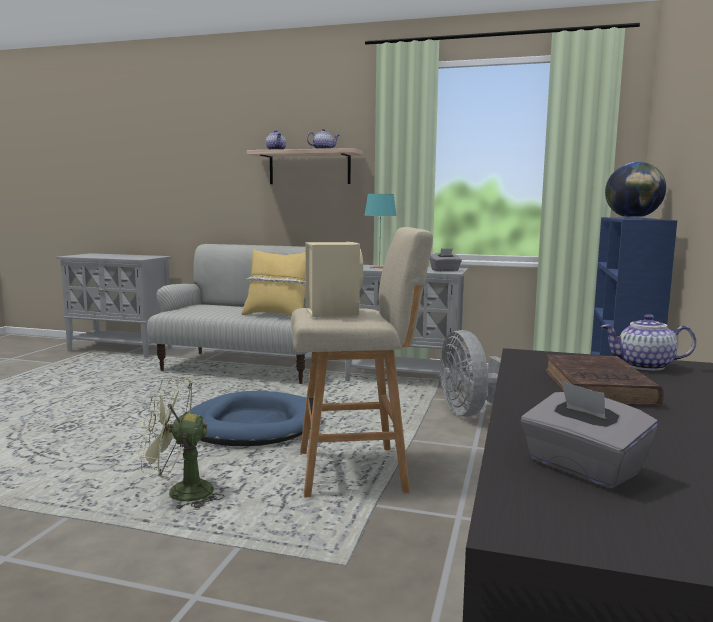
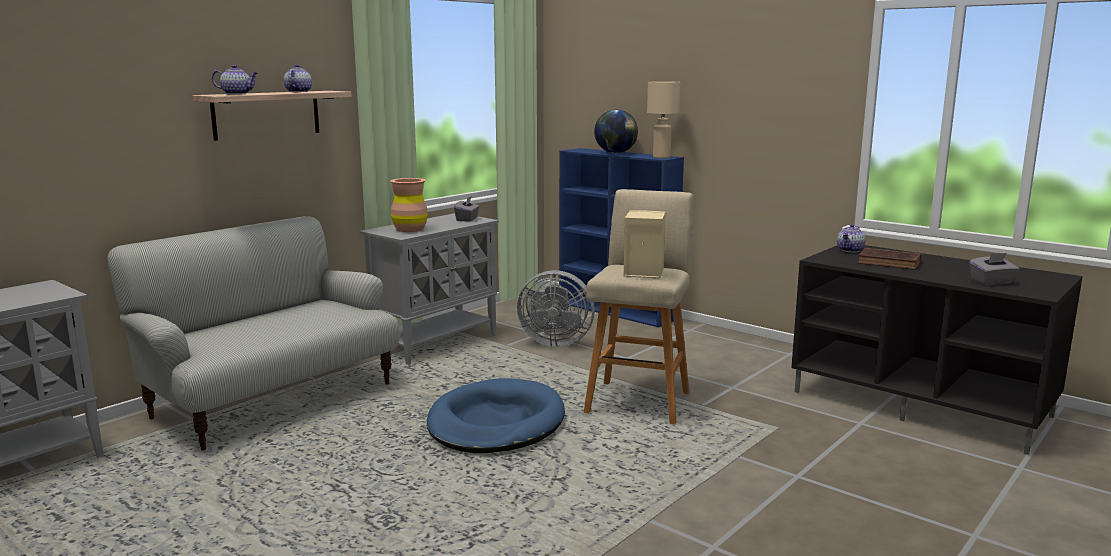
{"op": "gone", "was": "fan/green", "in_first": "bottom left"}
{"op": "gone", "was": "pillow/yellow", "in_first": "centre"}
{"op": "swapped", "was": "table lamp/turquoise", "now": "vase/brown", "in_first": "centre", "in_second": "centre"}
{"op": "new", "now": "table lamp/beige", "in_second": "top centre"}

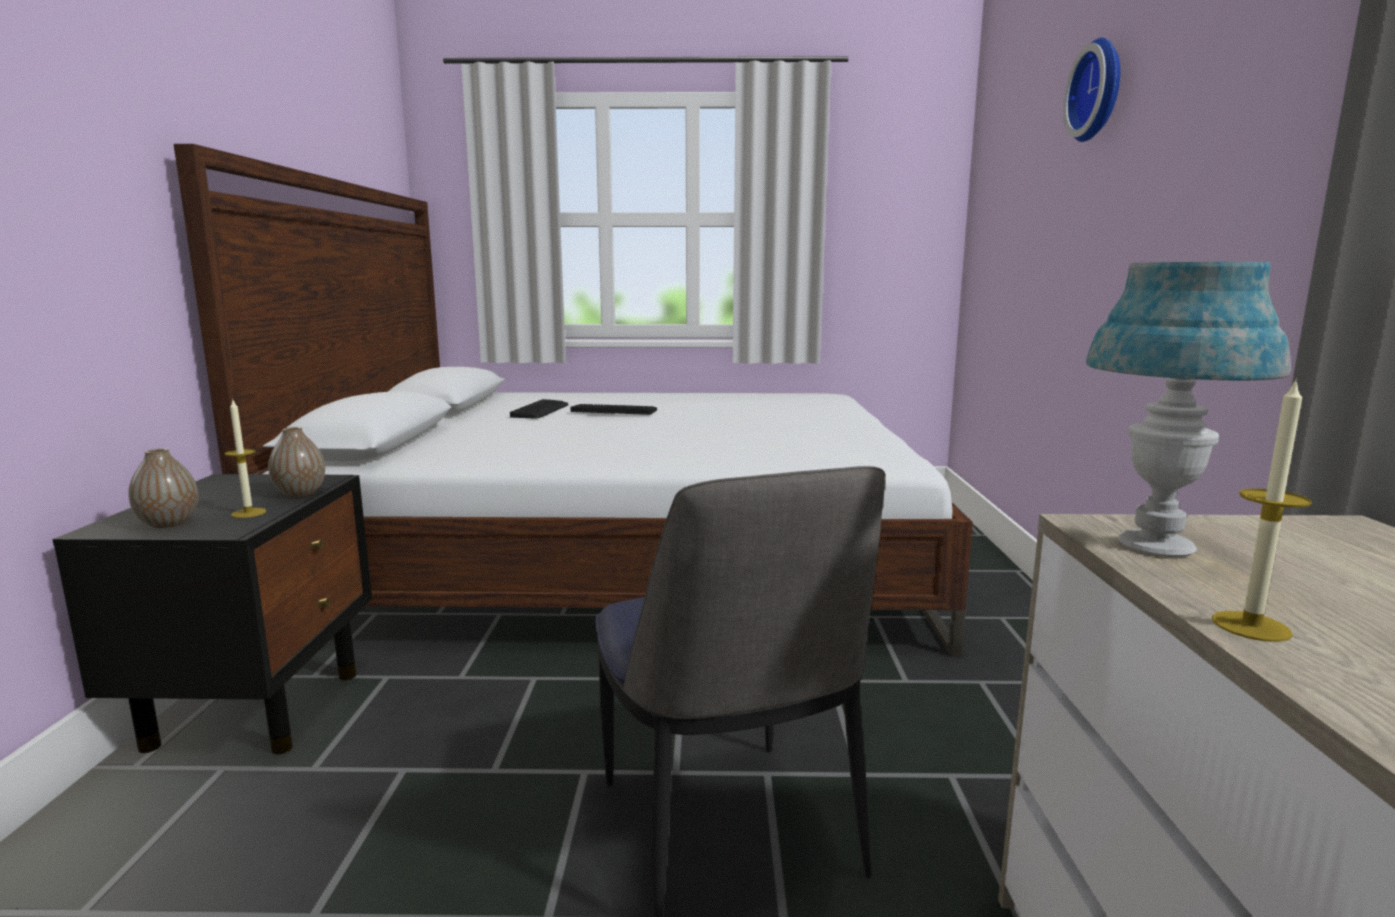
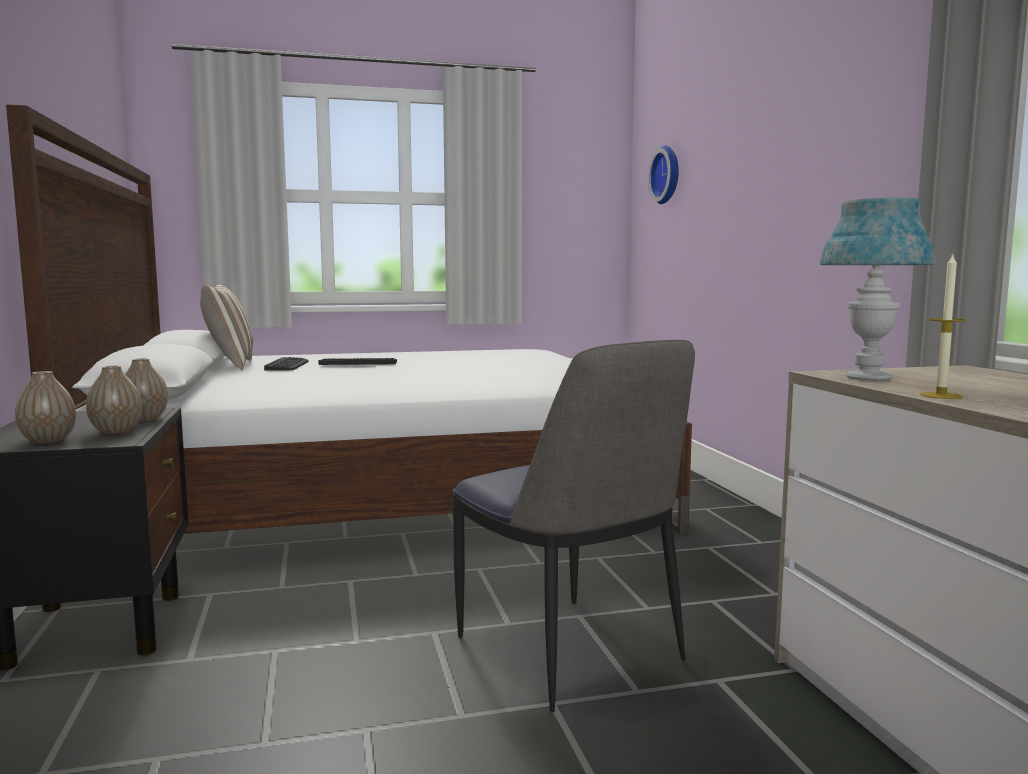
{"op": "swapped", "was": "candle (no. 1 from left)", "now": "vase (no. 2 from left)", "in_first": "middle left", "in_second": "middle left"}
{"op": "shifted", "was": "wall clock", "in_first": "top right", "in_second": "top centre"}
{"op": "new", "now": "pillow", "in_second": "middle left"}

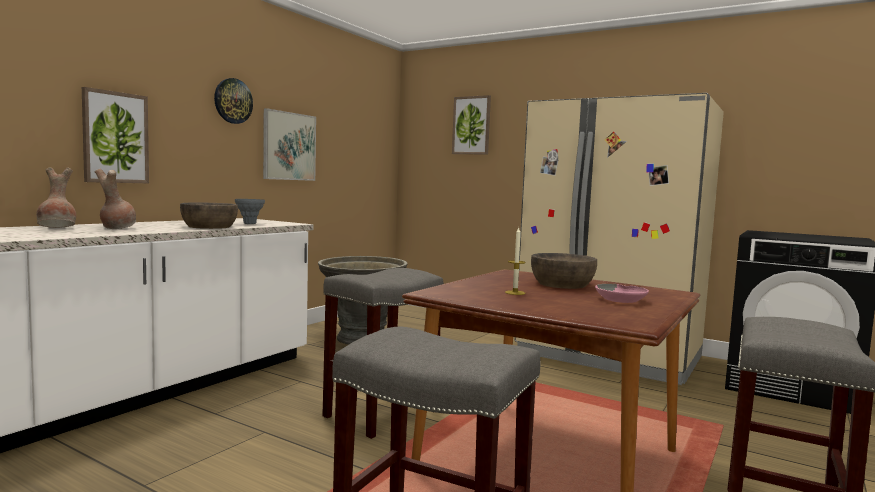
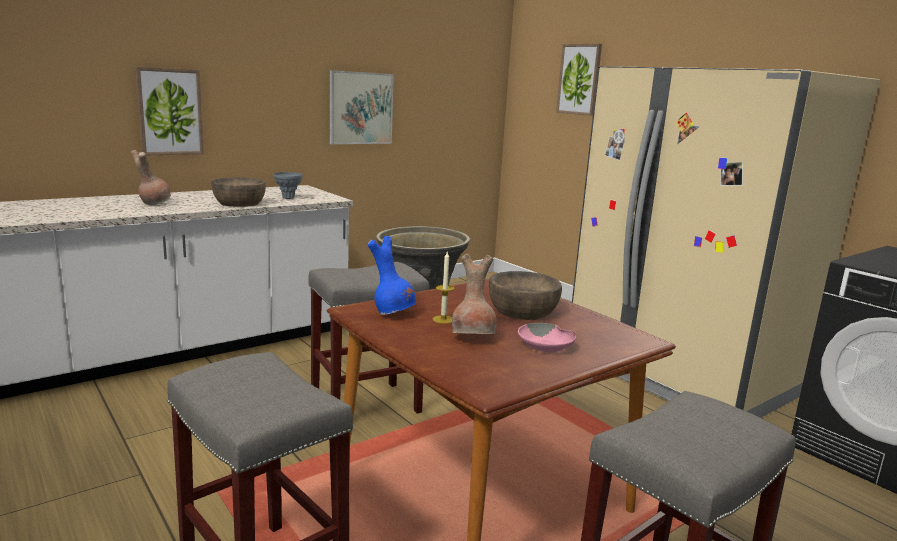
{"op": "shifted", "was": "vase/brown (no. 1 from left in the first image)", "now": "vase/brown (no. 2 from left)", "in_first": "middle left", "in_second": "centre"}
{"op": "gone", "was": "wall clock", "in_first": "top left"}
{"op": "new", "now": "vase/blue", "in_second": "centre"}

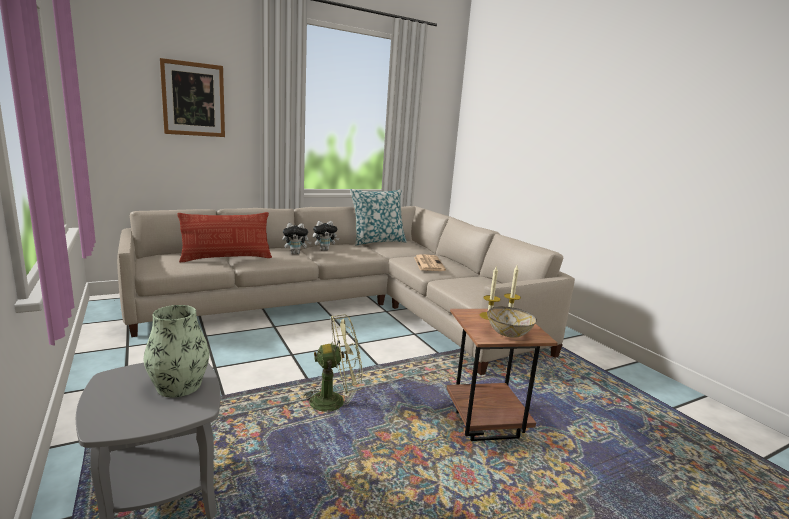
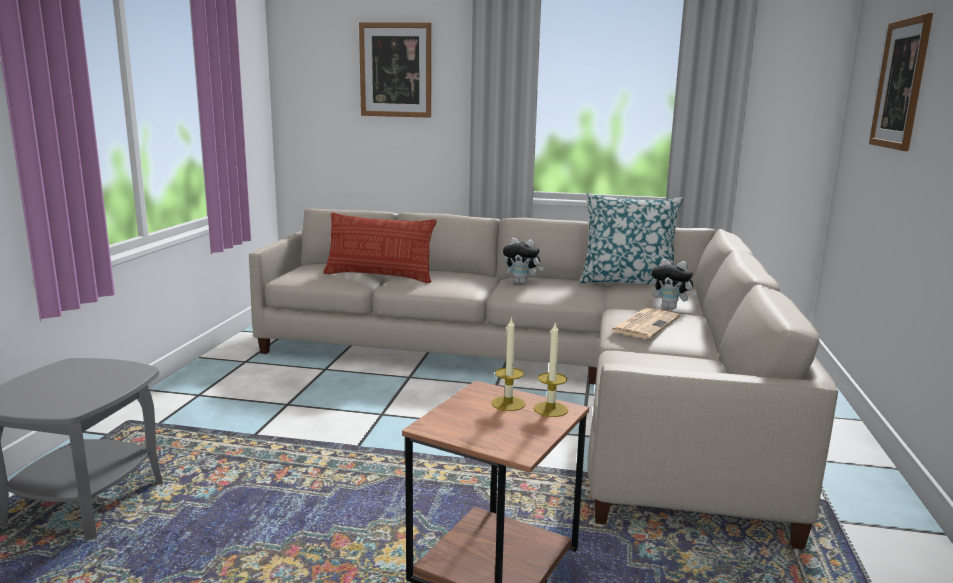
{"op": "gone", "was": "vase", "in_first": "bottom left"}
{"op": "shifted", "was": "plush toy (no. 1 from left in the first image)", "now": "plush toy (no. 2 from left)", "in_first": "centre", "in_second": "middle right"}
{"op": "gone", "was": "fan/green", "in_first": "bottom centre"}
{"op": "gone", "was": "bowl", "in_first": "centre"}
{"op": "new", "now": "picture (no. 2 from left)", "in_second": "top right"}

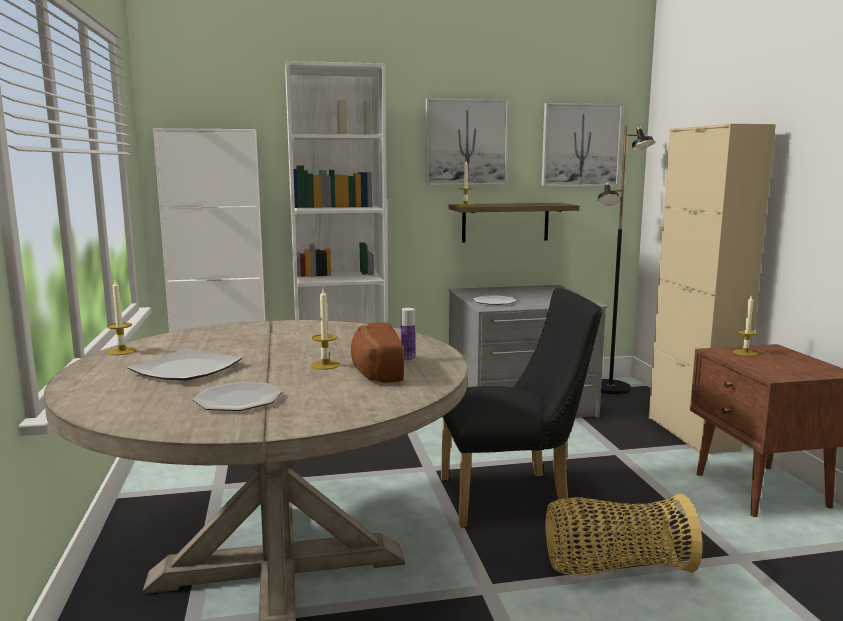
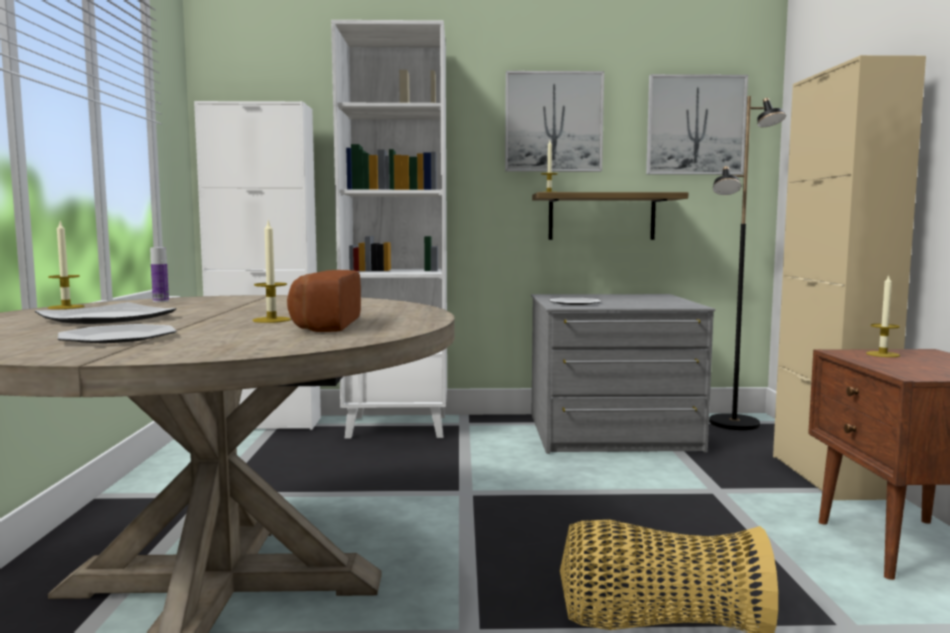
{"op": "shifted", "was": "bottle", "in_first": "centre", "in_second": "middle left"}
{"op": "gone", "was": "chair/black", "in_first": "centre"}

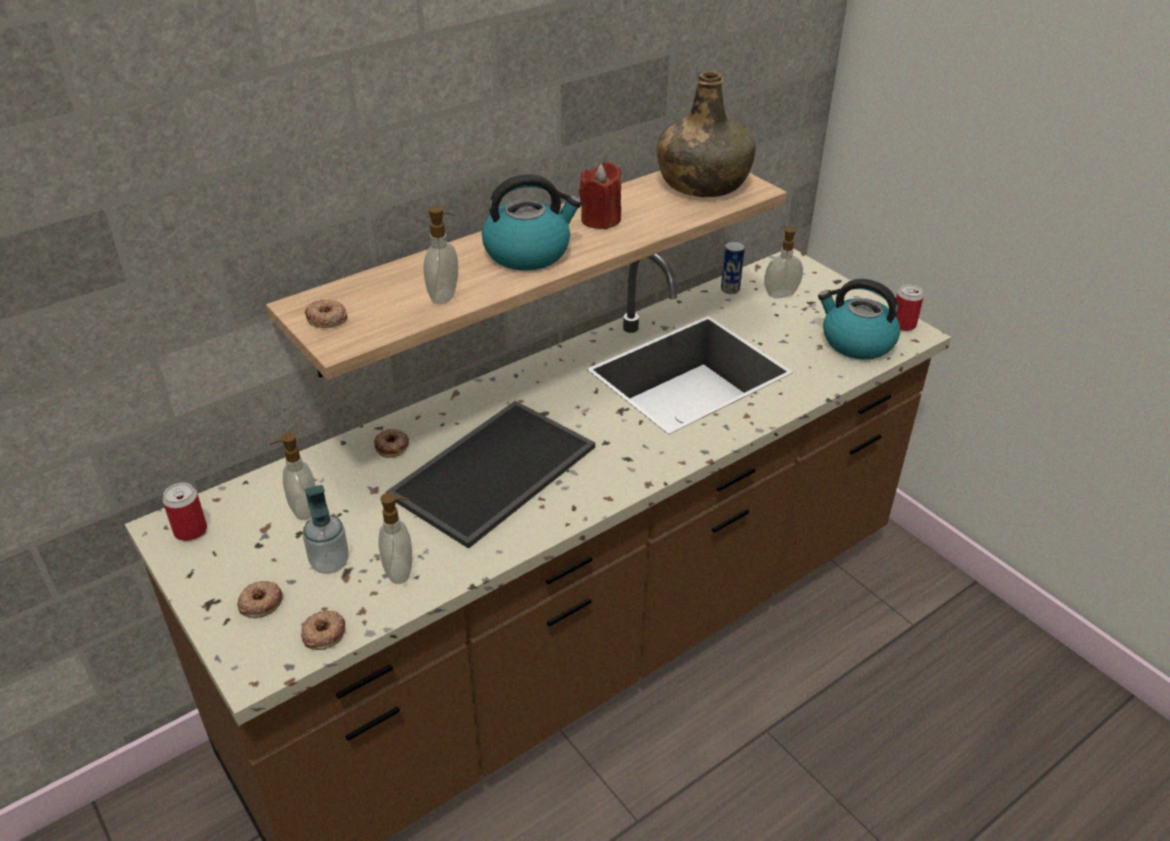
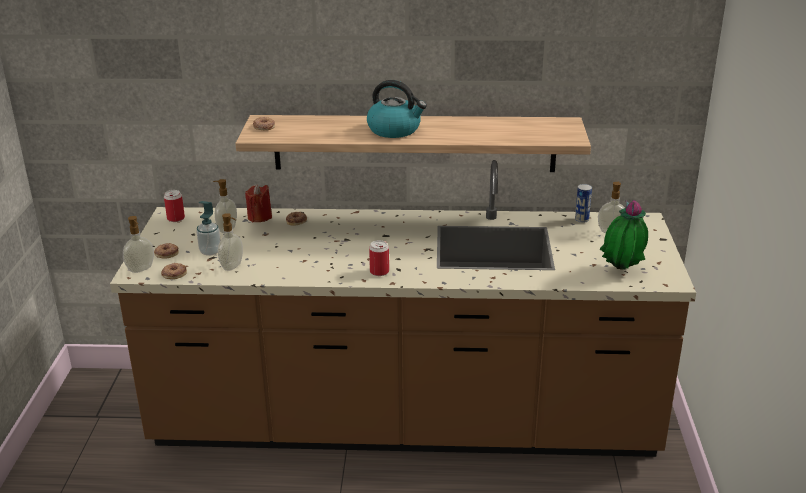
{"op": "gone", "was": "tray", "in_first": "centre"}
{"op": "shifted", "was": "soap dispenser (no. 4 from left in the first image)", "now": "soap dispenser (no. 1 from left)", "in_first": "top centre", "in_second": "middle left"}
{"op": "shifted", "was": "candle/red", "in_first": "top centre", "in_second": "middle left"}
{"op": "gone", "was": "bottle/green", "in_first": "top centre"}
{"op": "swapped", "was": "kettle (no. 2 from left)", "now": "potted plant", "in_first": "middle right", "in_second": "middle right"}
{"op": "shifted", "was": "can (no. 3 from left in the first image)", "now": "can (no. 2 from left)", "in_first": "middle right", "in_second": "centre"}

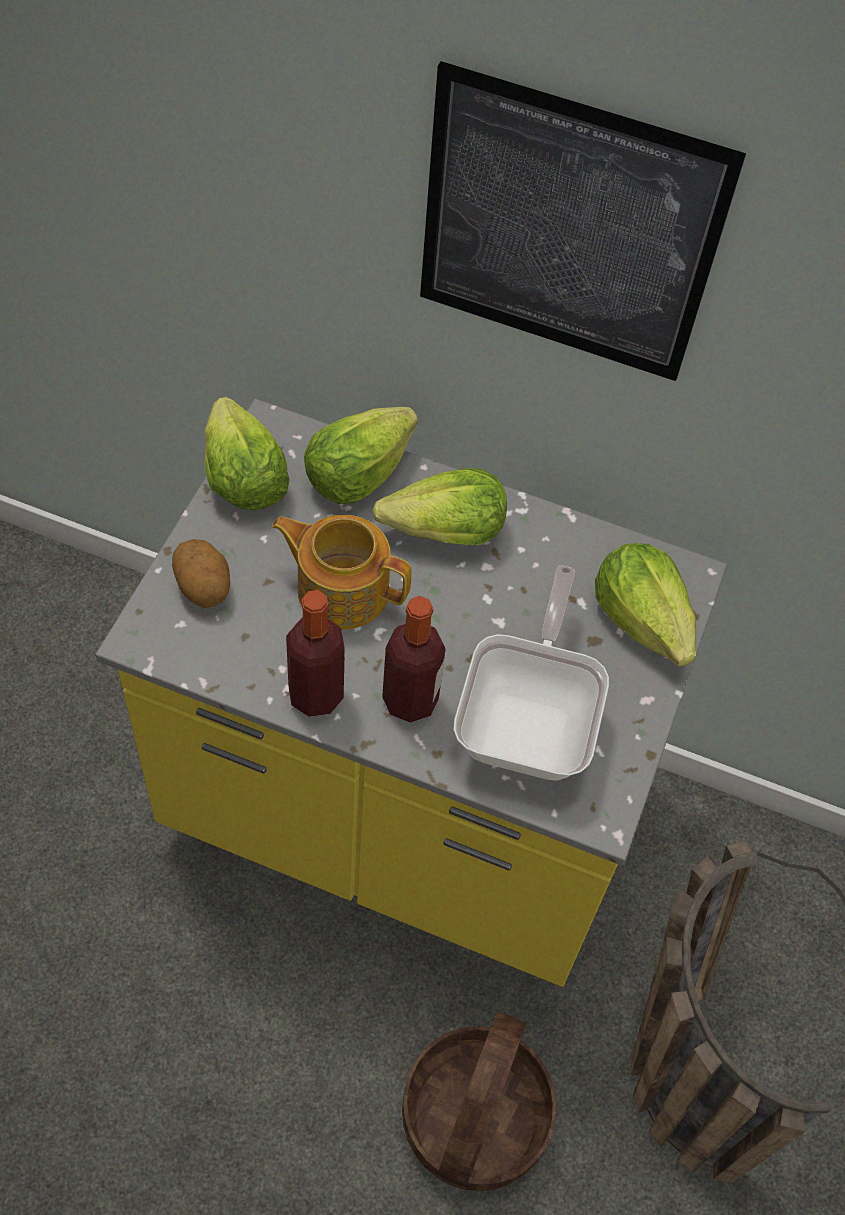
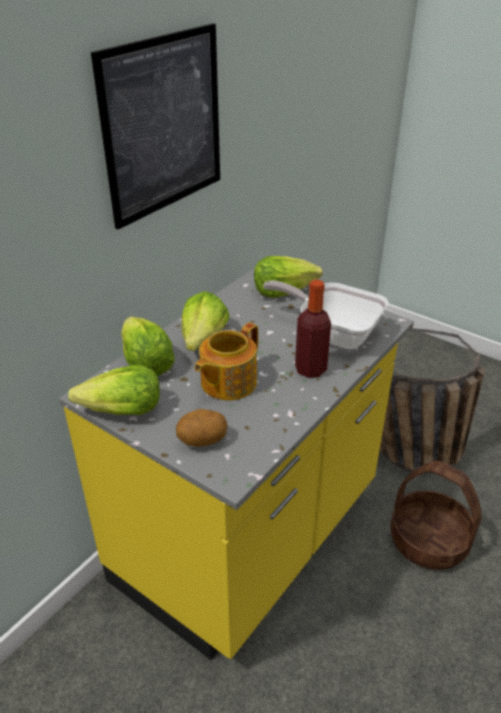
{"op": "gone", "was": "bottle (no. 1 from left)", "in_first": "centre"}

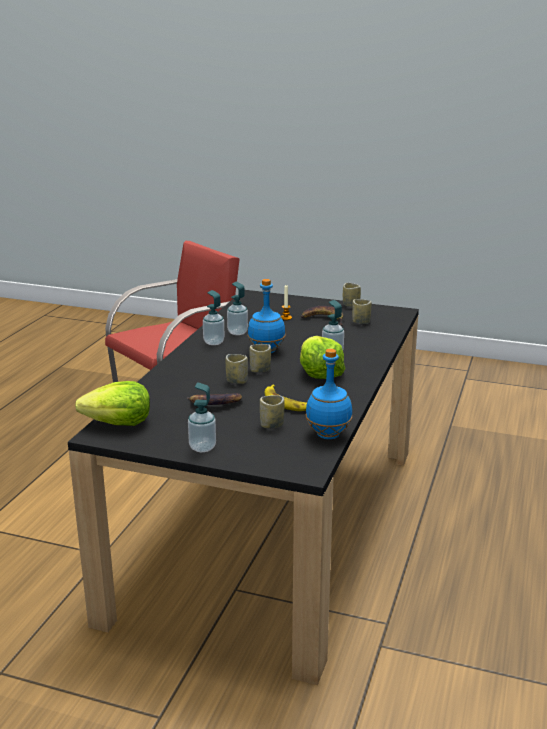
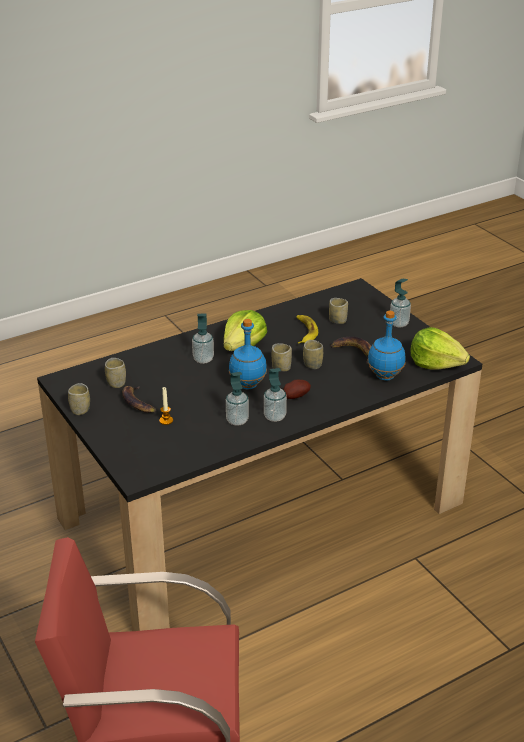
{"op": "shifted", "was": "bottle/blue (no. 2 from left)", "in_first": "centre", "in_second": "middle right"}
{"op": "new", "now": "potato", "in_second": "centre"}

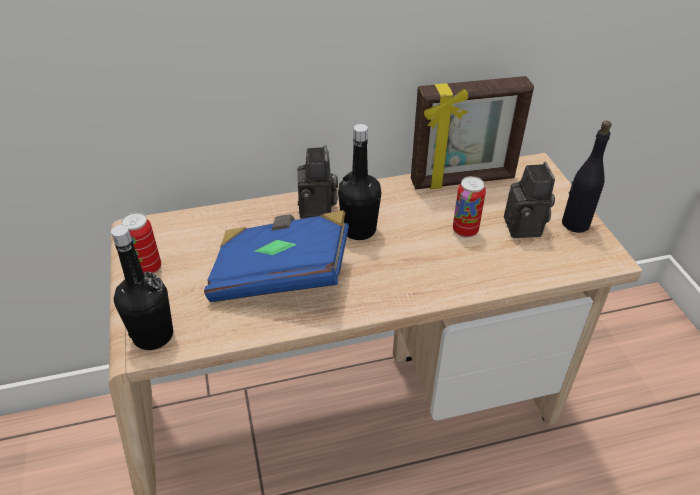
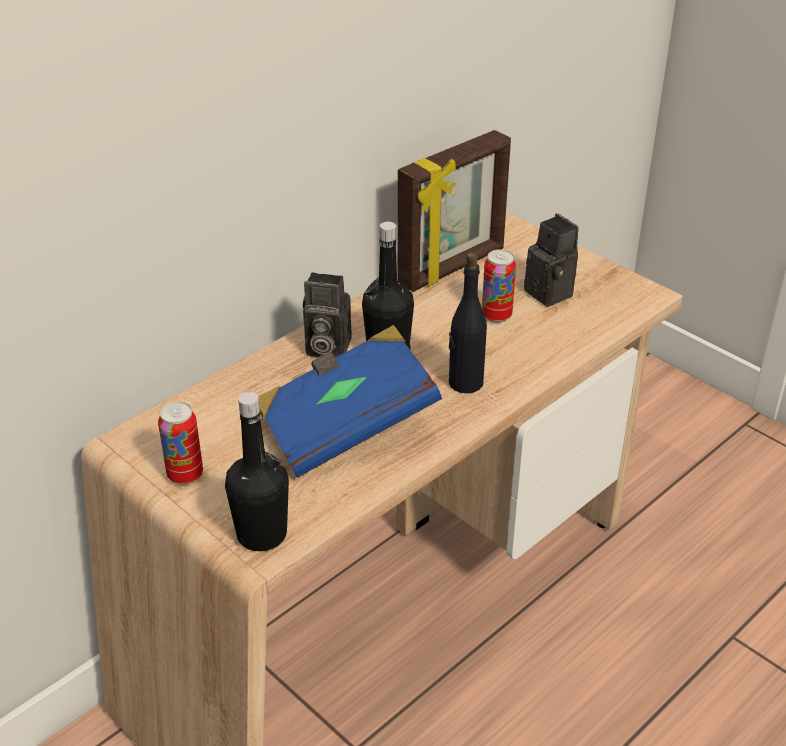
{"op": "rotated", "was": "photo camera (no. 1 from left)", "in_first": "centre", "in_second": "centre", "clockwise": 135}
{"op": "shifted", "was": "bottle/black (no. 3 from left)", "in_first": "middle right", "in_second": "centre"}

